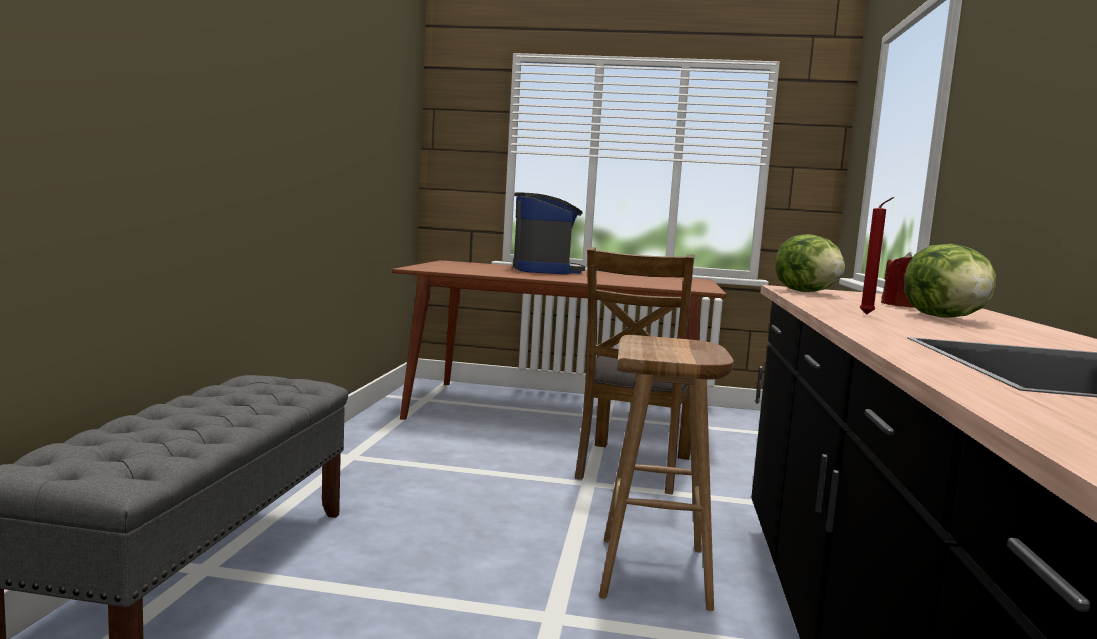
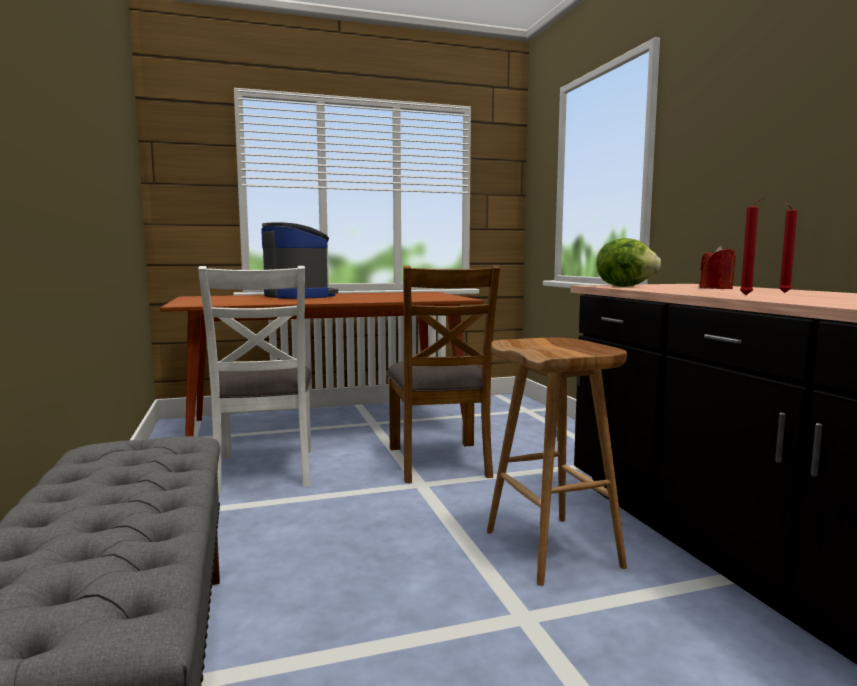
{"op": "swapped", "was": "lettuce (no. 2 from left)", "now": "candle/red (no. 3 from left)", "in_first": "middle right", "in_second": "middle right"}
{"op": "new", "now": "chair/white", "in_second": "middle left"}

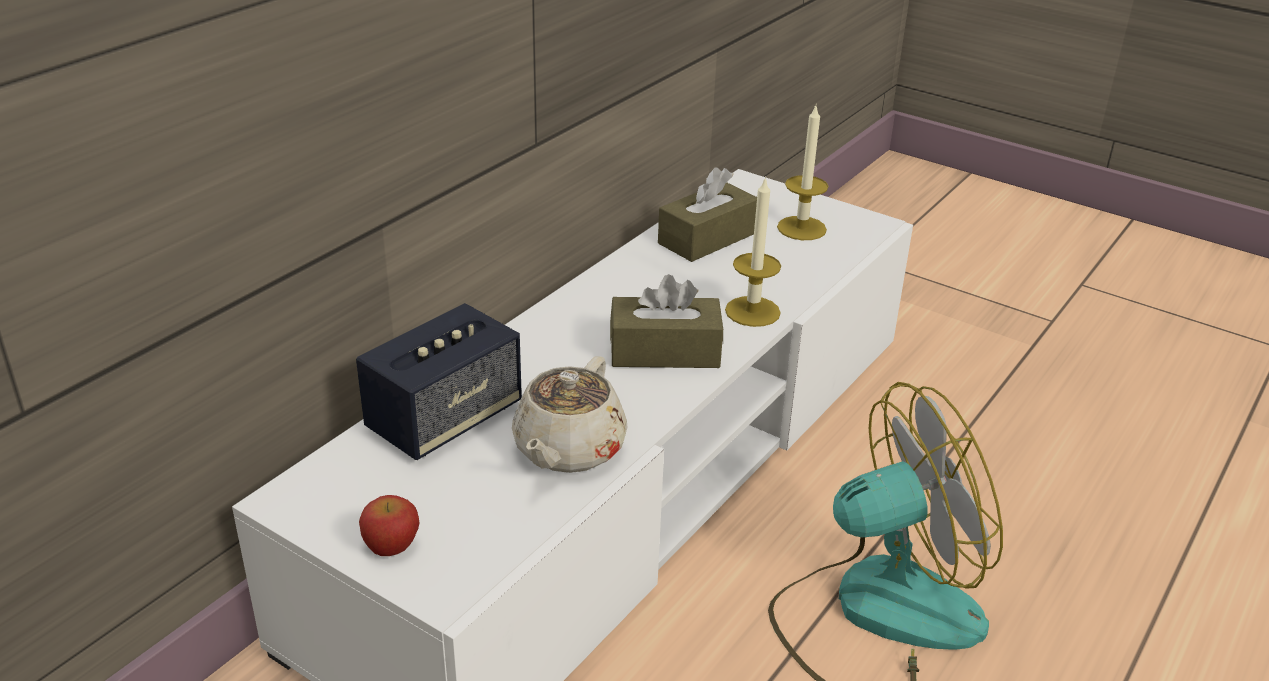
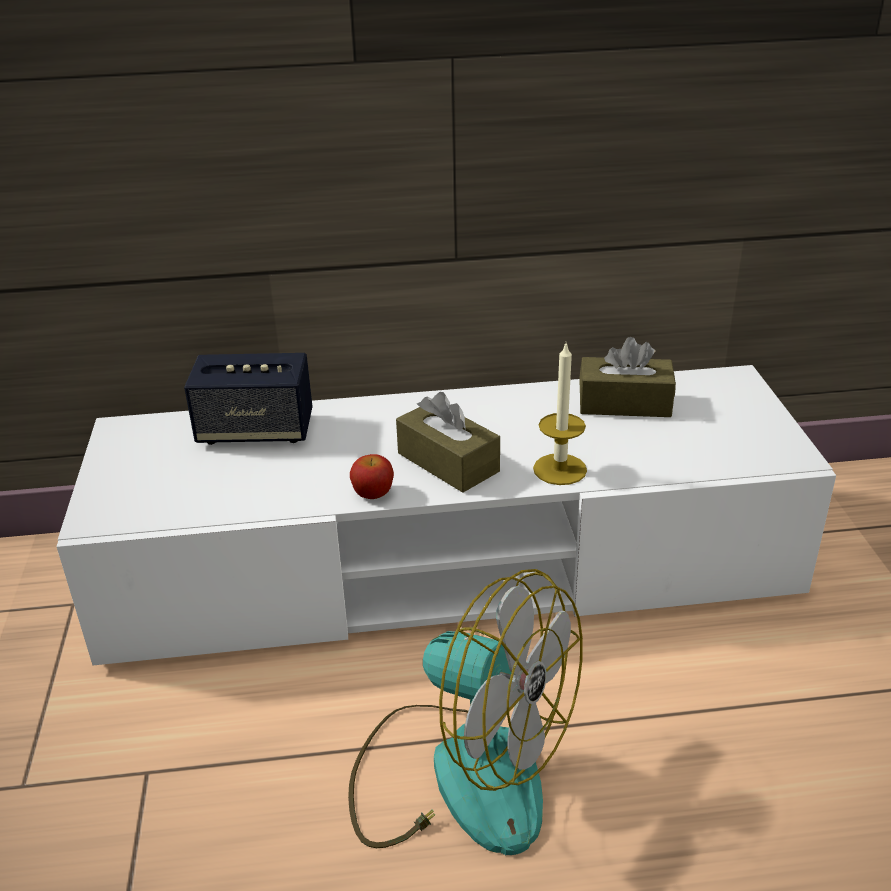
{"op": "shifted", "was": "apple", "in_first": "bottom left", "in_second": "centre"}
{"op": "gone", "was": "teapot/beige", "in_first": "centre"}
{"op": "gone", "was": "candle (no. 2 from left)", "in_first": "top centre"}

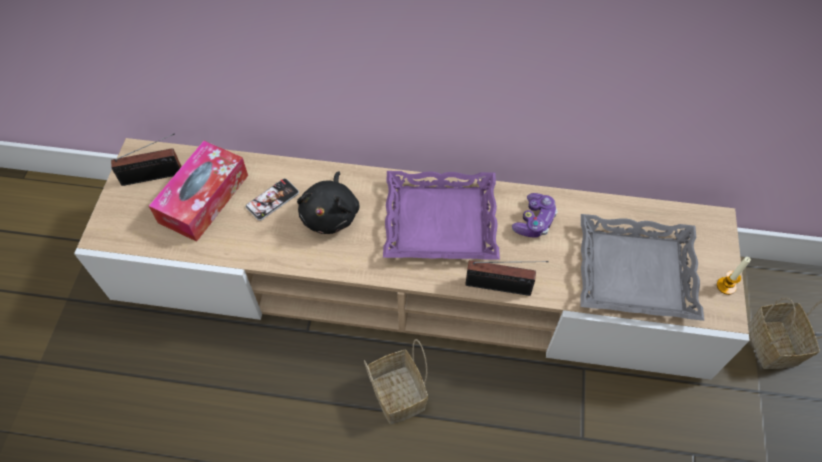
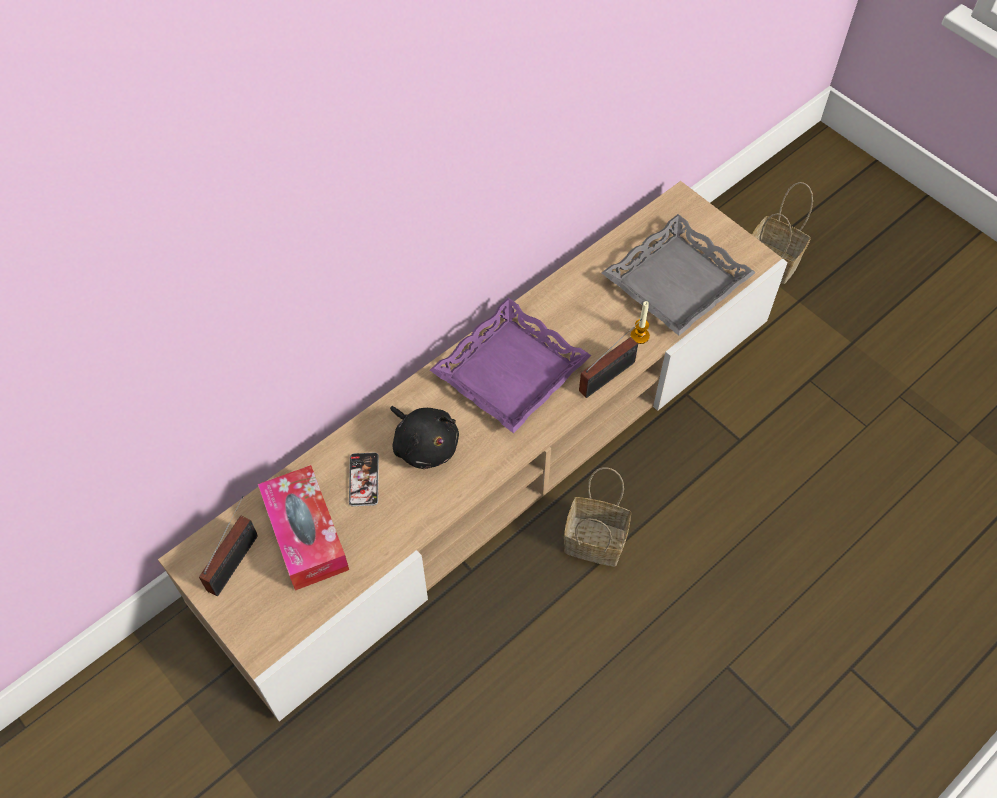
{"op": "gone", "was": "game controller", "in_first": "centre"}
{"op": "shifted", "was": "candle", "in_first": "middle right", "in_second": "centre"}

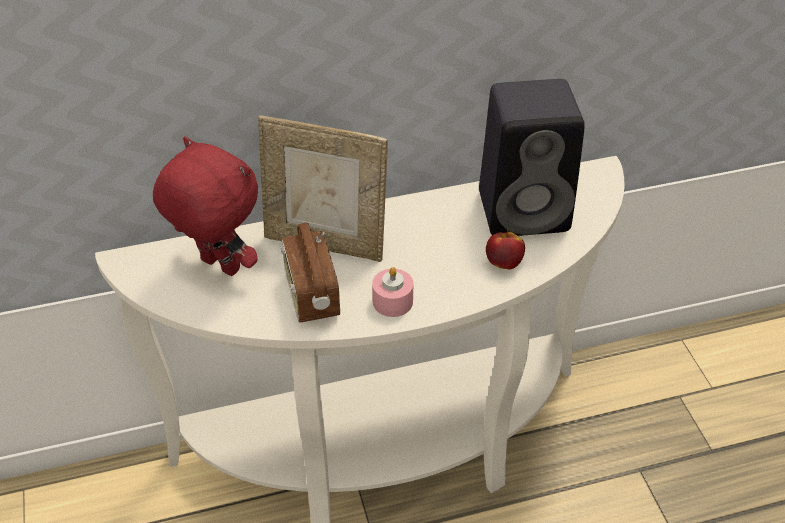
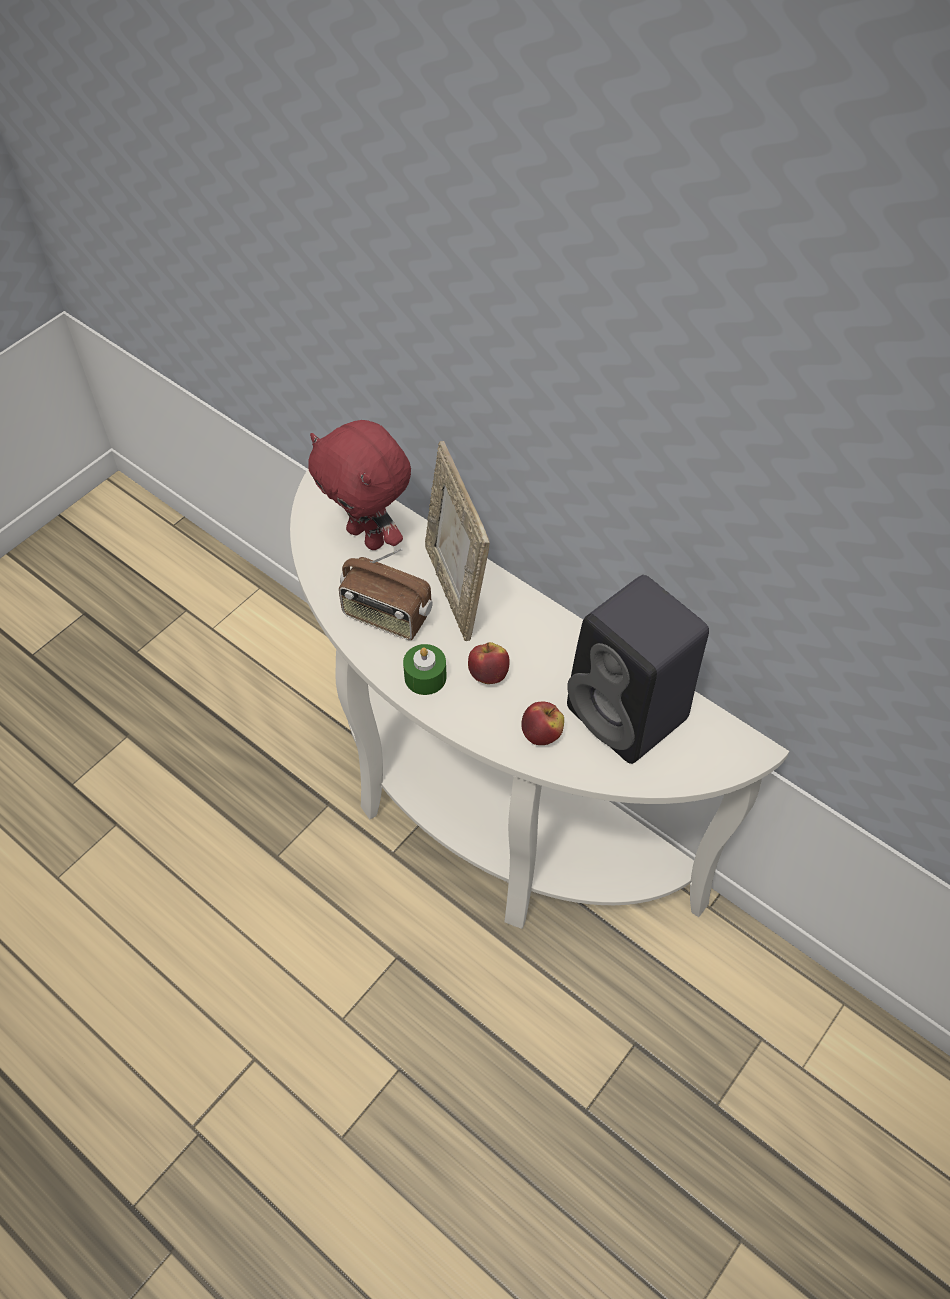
{"op": "rotated", "was": "plush toy/red", "in_first": "middle left", "in_second": "centre", "clockwise": 135}
{"op": "rotated", "was": "radio", "in_first": "centre", "in_second": "centre", "clockwise": -105}
{"op": "repainted", "was": "candle/pink", "now": "candle/green", "in_first": "centre", "in_second": "centre"}
{"op": "new", "now": "apple (no. 1 from left)", "in_second": "centre"}

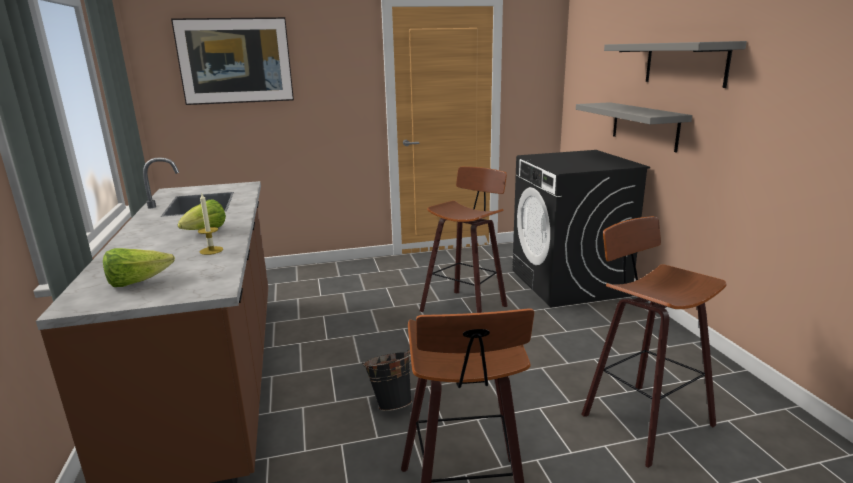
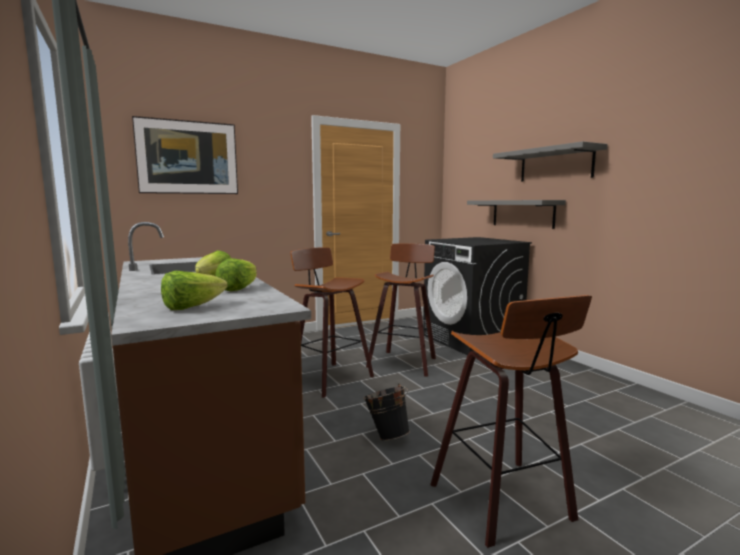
{"op": "swapped", "was": "candle", "now": "lettuce (no. 3 from left)", "in_first": "middle left", "in_second": "middle left"}
{"op": "shifted", "was": "stool (no. 3 from left in the first image)", "now": "stool (no. 1 from left)", "in_first": "bottom right", "in_second": "centre"}

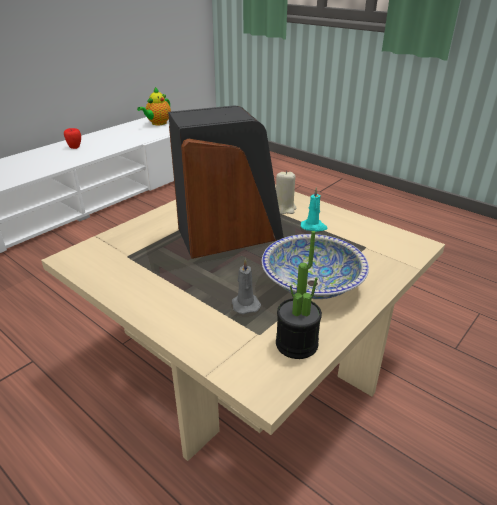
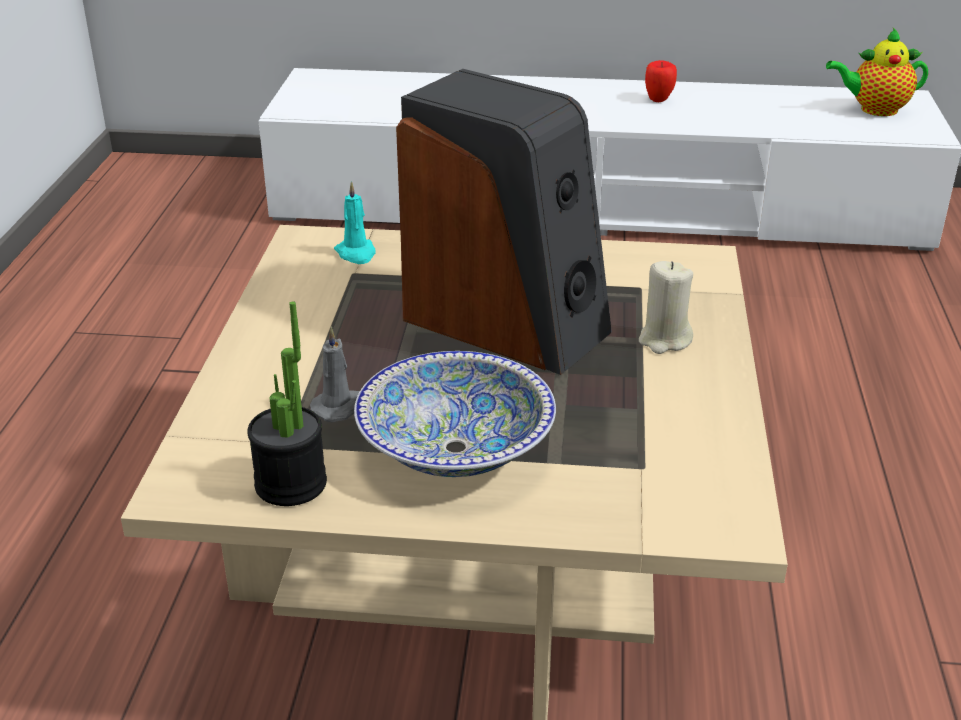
{"op": "shifted", "was": "candle/turquoise", "in_first": "centre", "in_second": "top centre"}

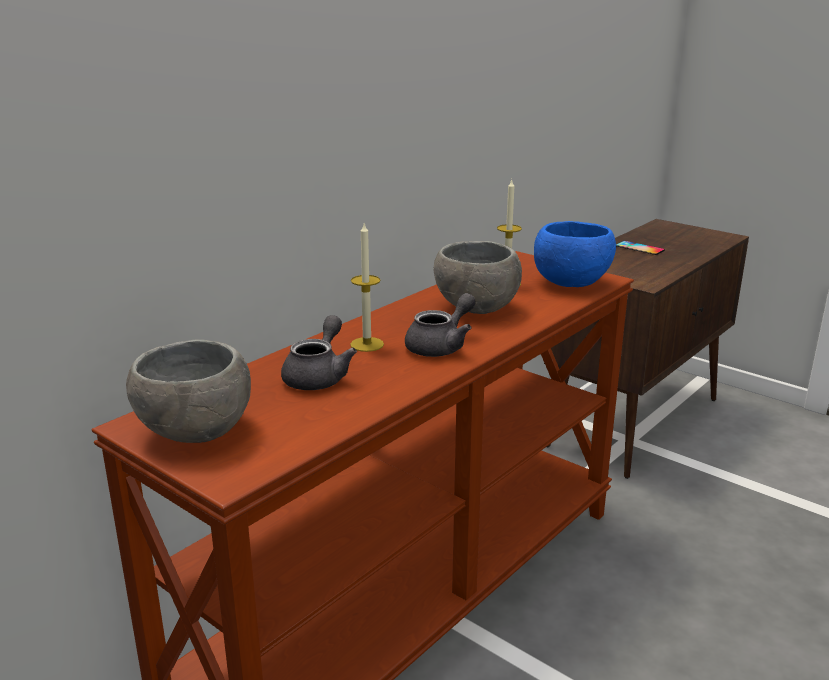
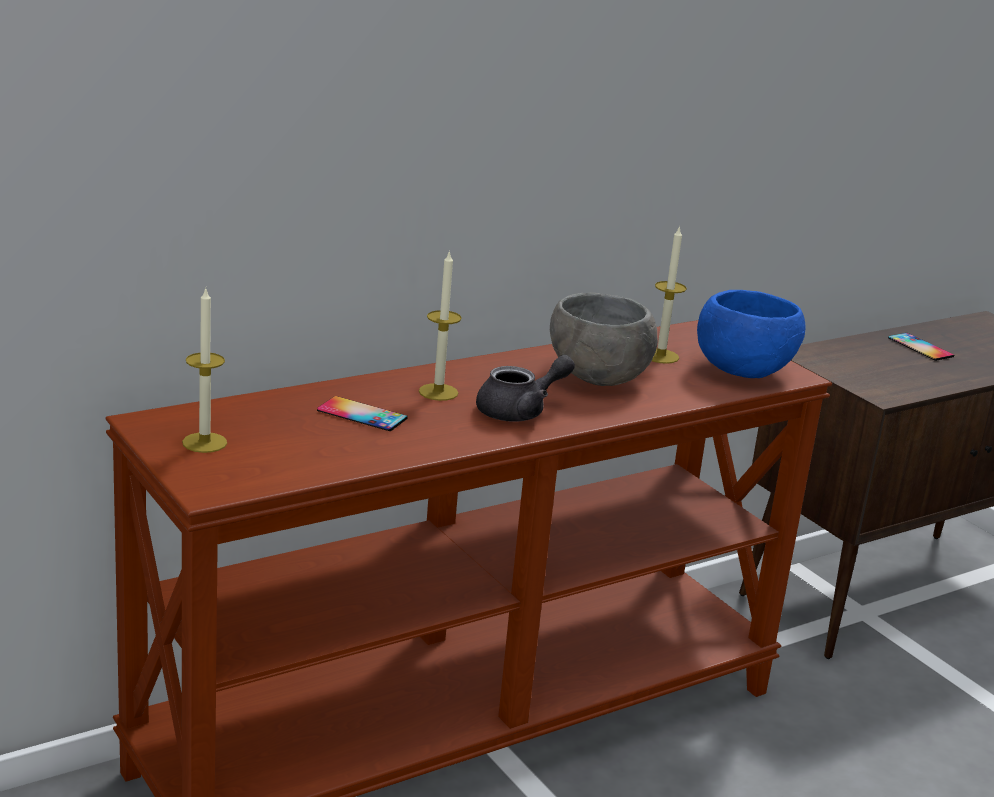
{"op": "swapped", "was": "bowl/grey (no. 1 from left)", "now": "candle (no. 1 from left)", "in_first": "middle left", "in_second": "middle left"}
{"op": "swapped", "was": "teapot/grey (no. 1 from left)", "now": "phone (no. 1 from left)", "in_first": "centre", "in_second": "centre"}

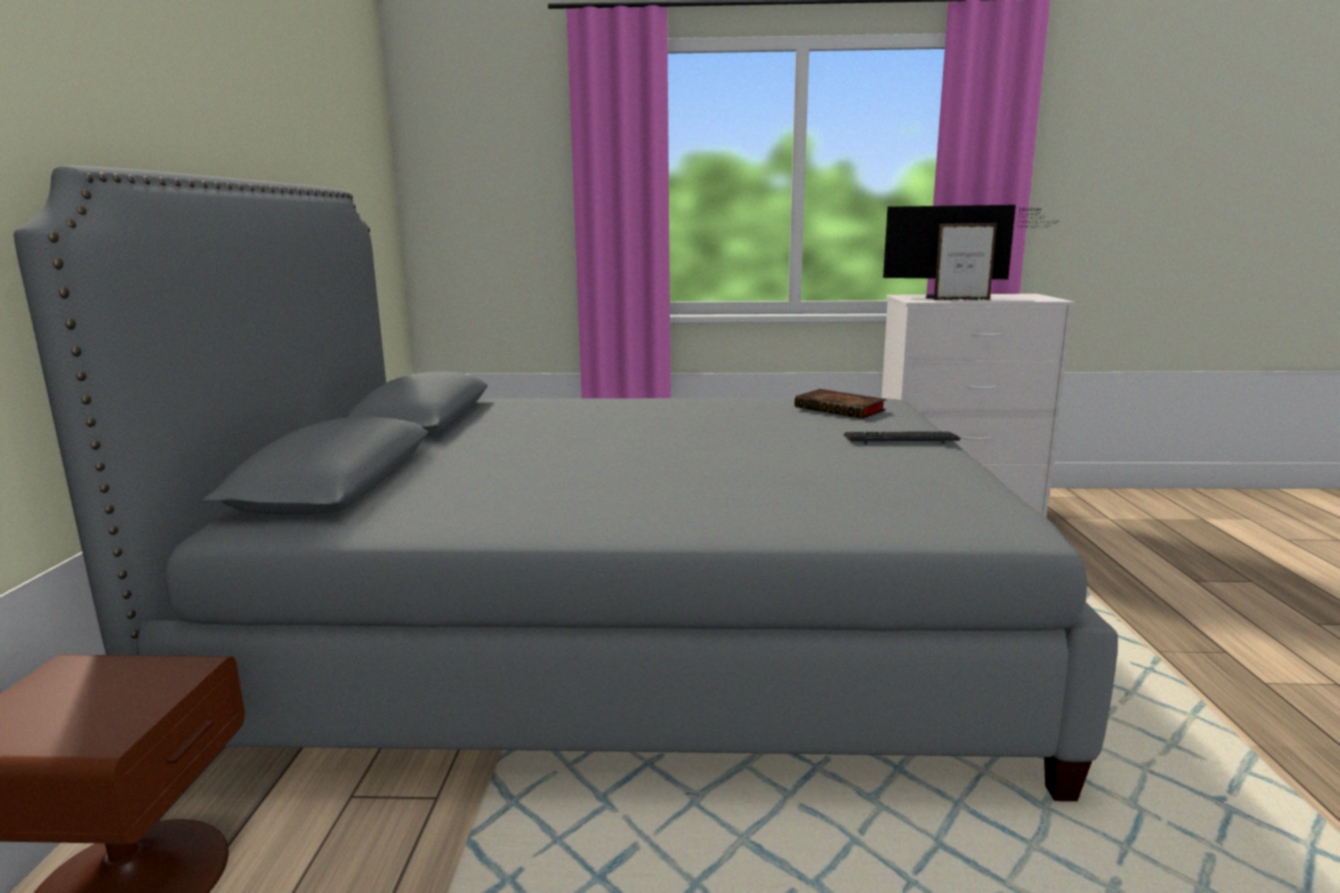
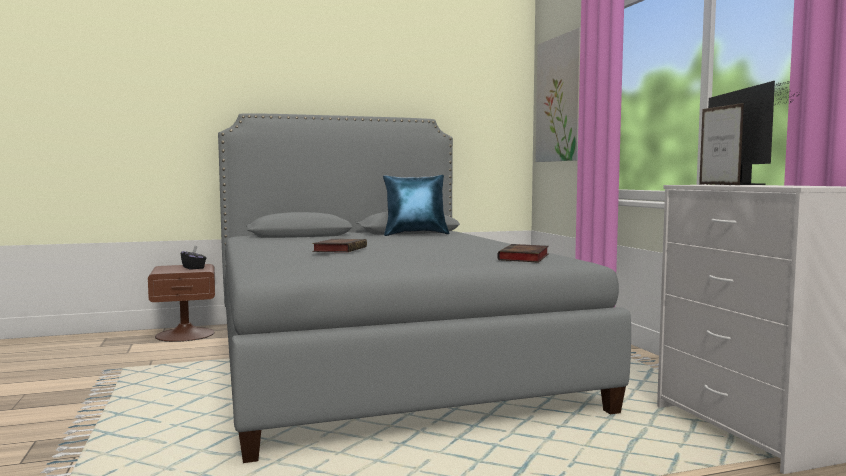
{"op": "gone", "was": "keyboard", "in_first": "middle right"}
{"op": "new", "now": "tissue box/black", "in_second": "middle left"}
{"op": "new", "now": "book (no. 1 from left)", "in_second": "centre"}
{"op": "new", "now": "pillow/blue", "in_second": "centre"}
{"op": "new", "now": "picture", "in_second": "top centre"}

